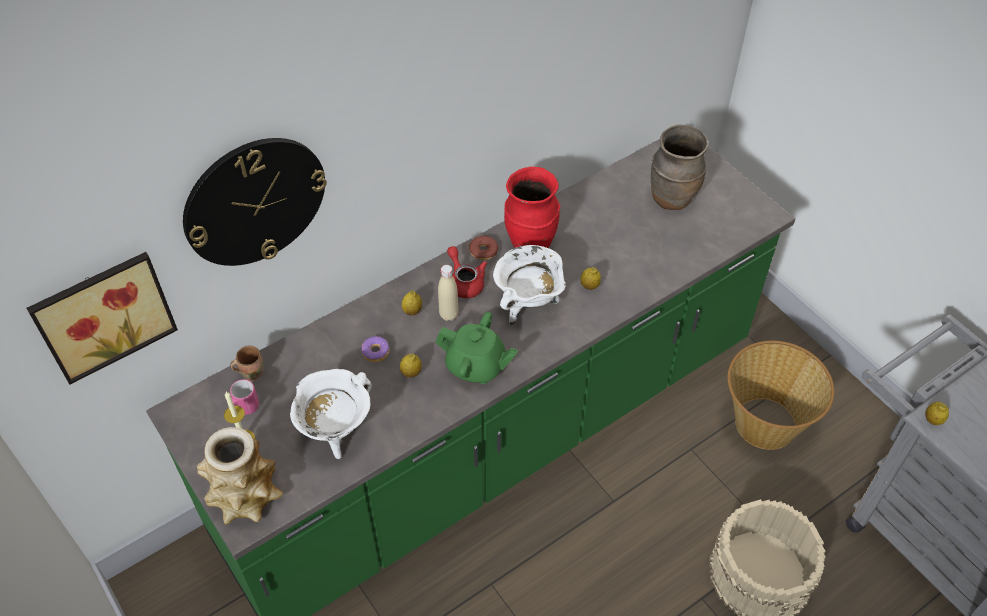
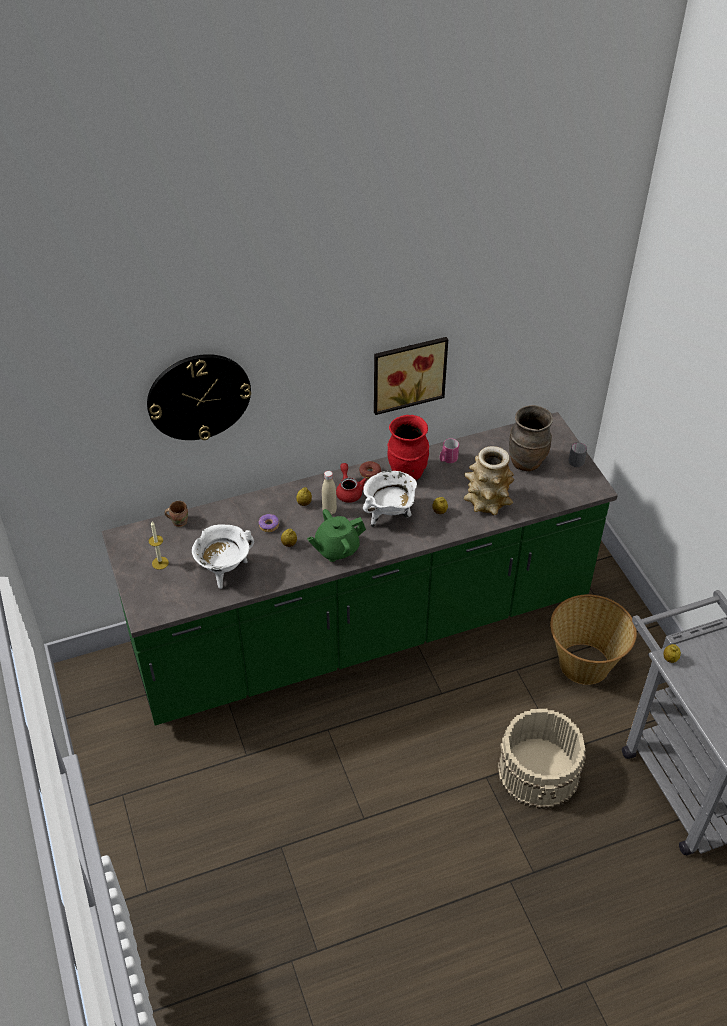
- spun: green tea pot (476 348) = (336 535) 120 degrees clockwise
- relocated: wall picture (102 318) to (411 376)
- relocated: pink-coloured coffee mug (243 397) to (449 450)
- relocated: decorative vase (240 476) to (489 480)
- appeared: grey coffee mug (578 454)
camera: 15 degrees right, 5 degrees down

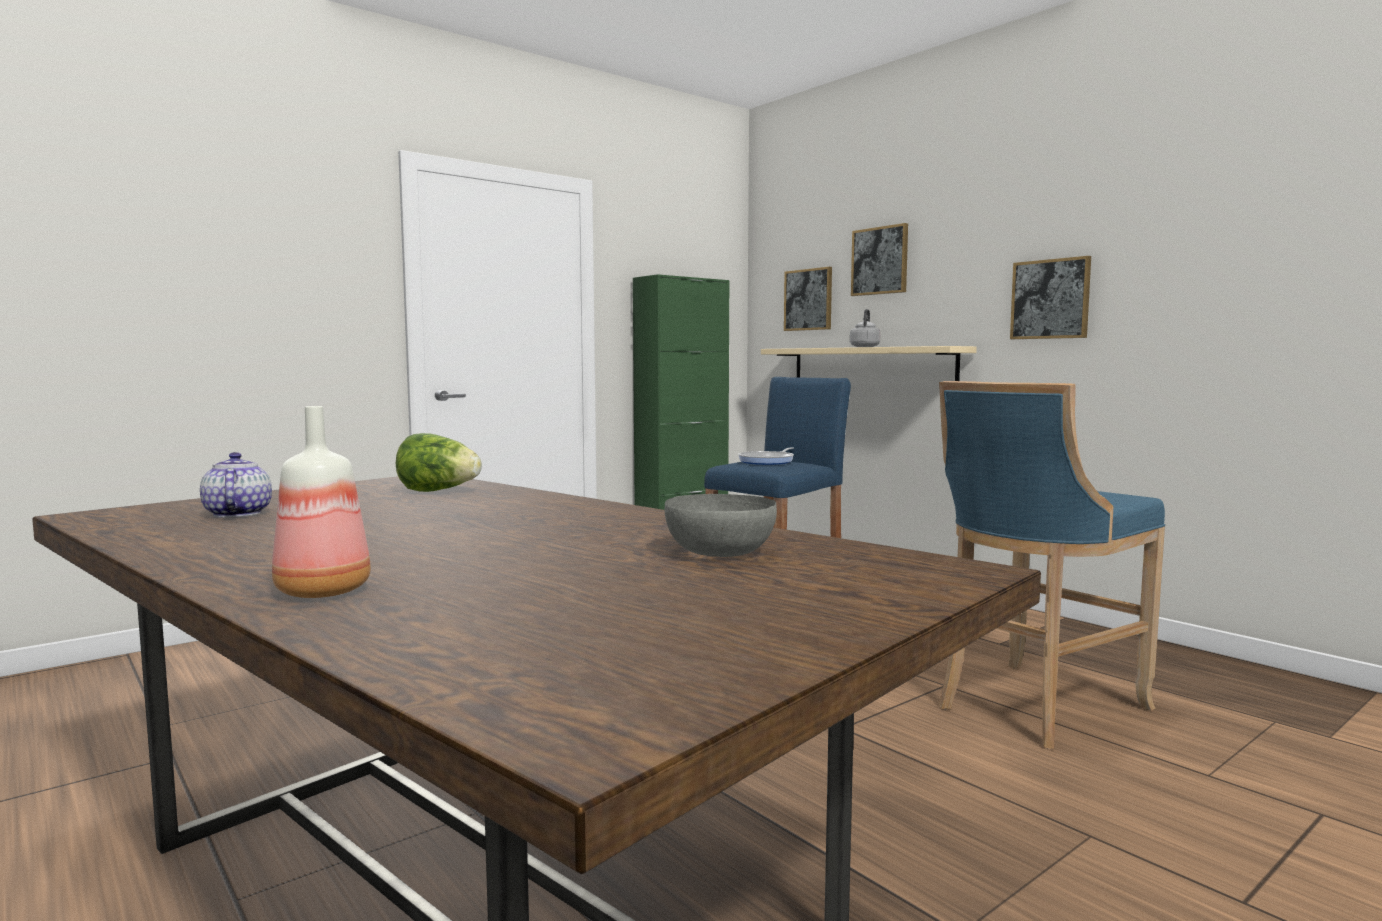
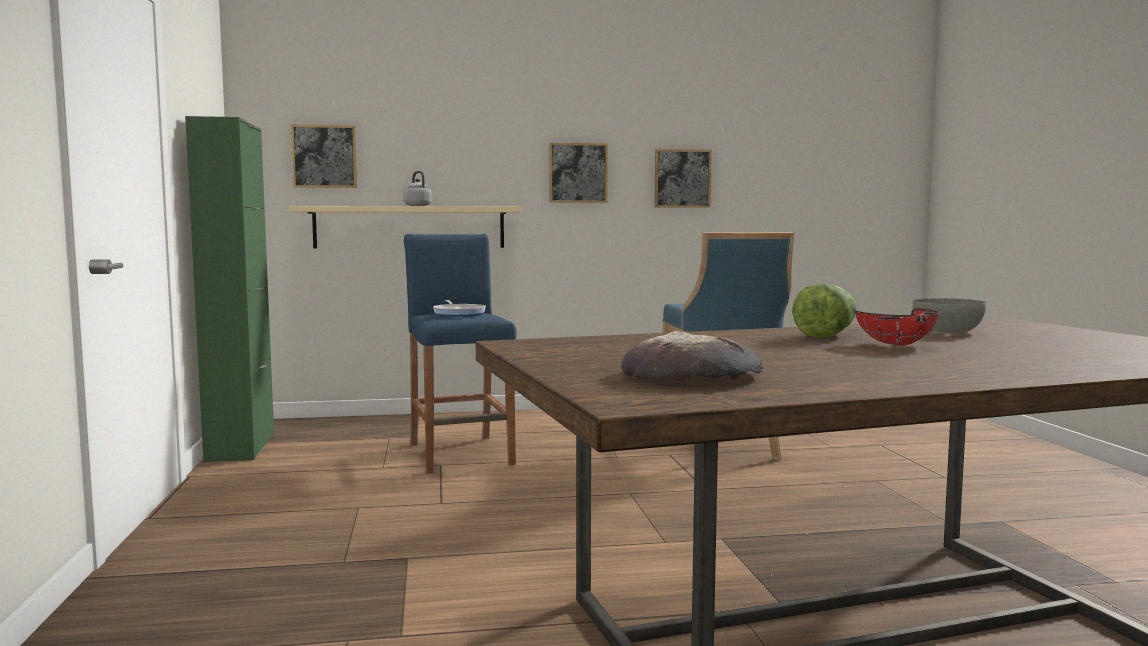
- exchanged: tea pot (236 485) to bakery bread (692 355)
- relocated: wall picture (879 259) to (683 178)
- relocated: lettuce head (439 462) to (824 310)
- appeared: reddish serving bowl (896 327)
- missing: bottle (321 502)
camera: 60 degrees left, 0 degrees up

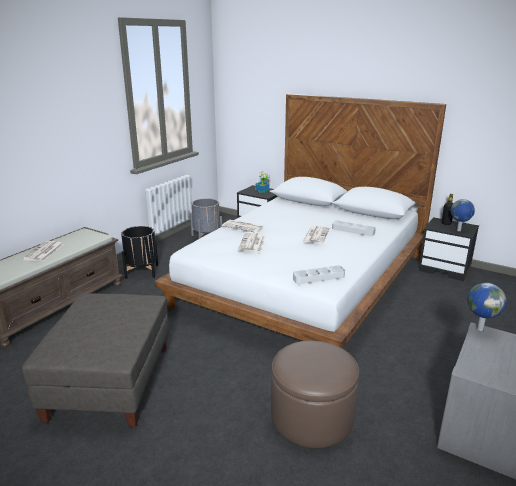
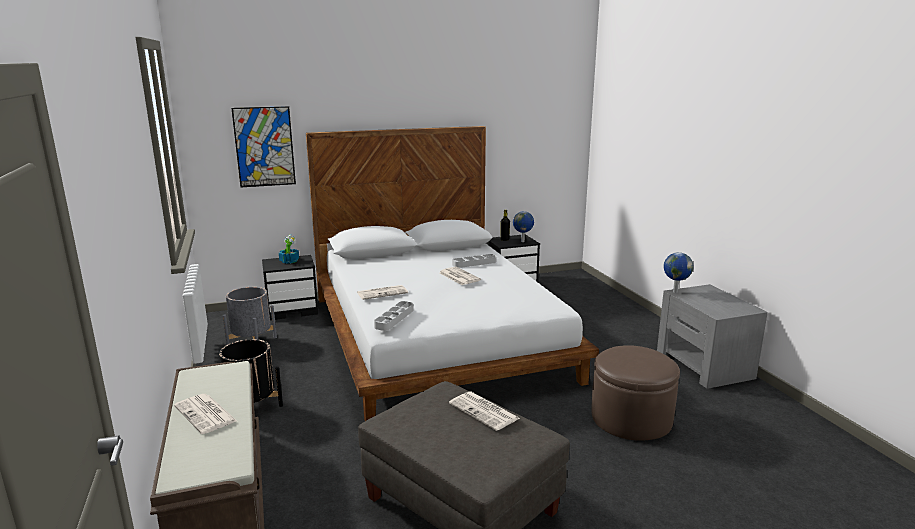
- appeared: wall picture (263 146)
- relocated: grey carrying tray (319 275) to (394 316)
- relocated: daily paper (251 242) to (484 411)
camera: 50 degrees left, 5 degrees down

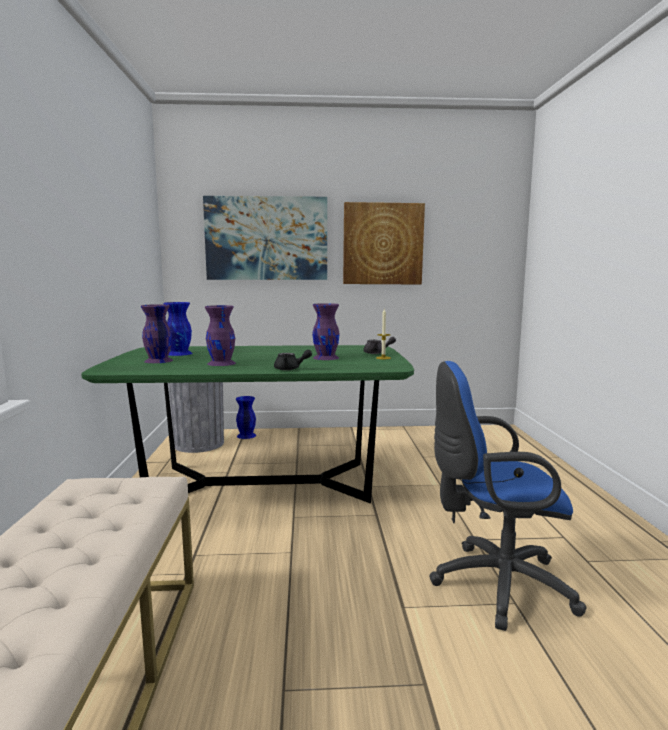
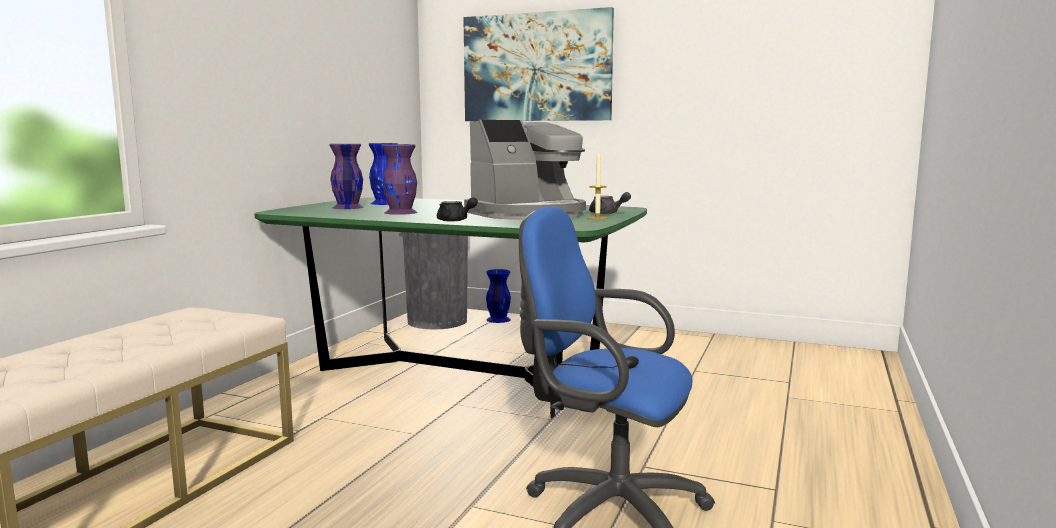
- exchanged: purple decorative vase (326 331) to coffee machine (525 170)
- missing: wall picture (384 243)
camera: 25 degrees right, 0 degrees up

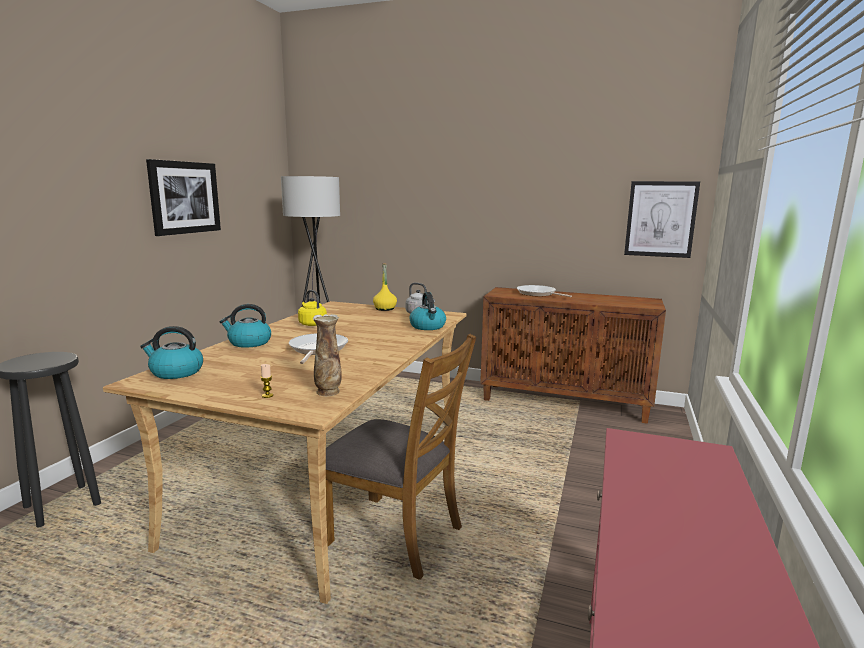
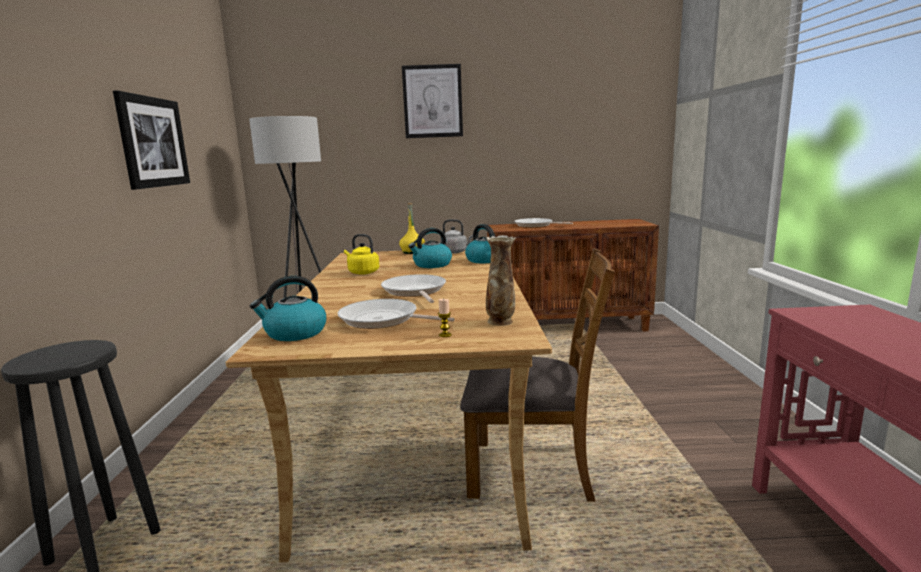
- appeared: pan (396 314)
- relocated: wall picture (662 219) to (432 101)
- relocated: water kettle (245 326) to (430 248)
camera: 20 degrees left, 0 degrees up

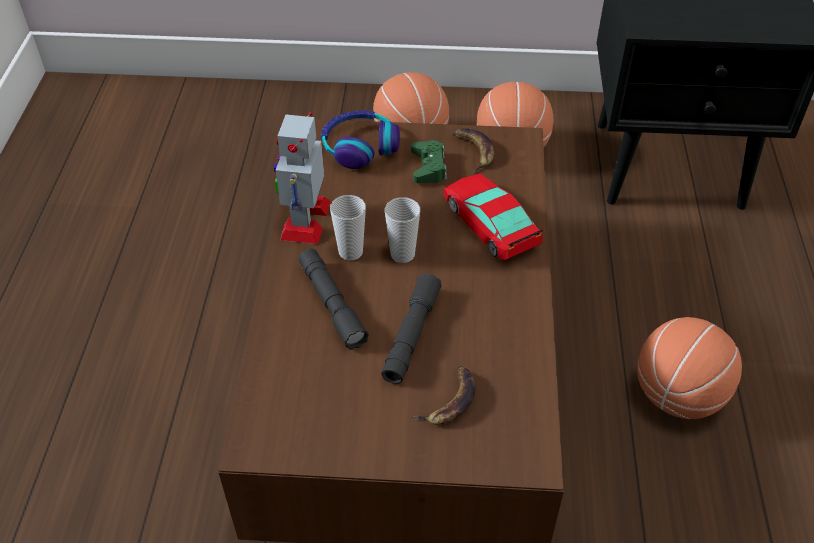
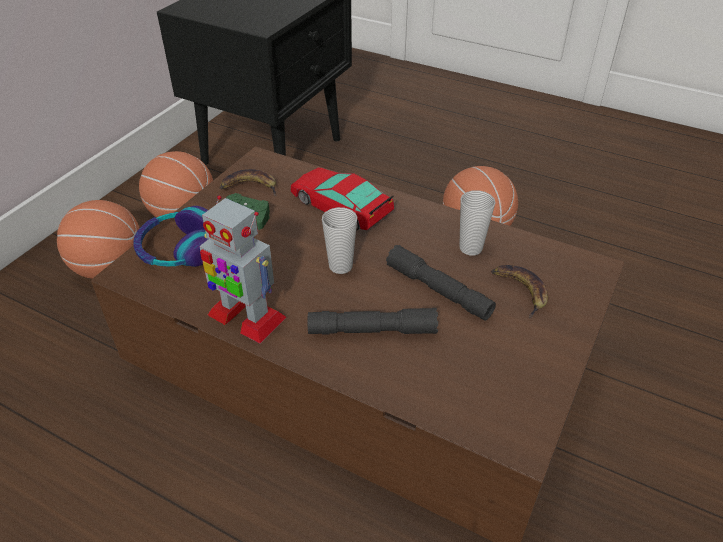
- spun: model car (493 216) = (342 199) 45 degrees clockwise
- relocated: small cup (348 228) to (477 223)
camera: 65 degrees left, 5 degrees down

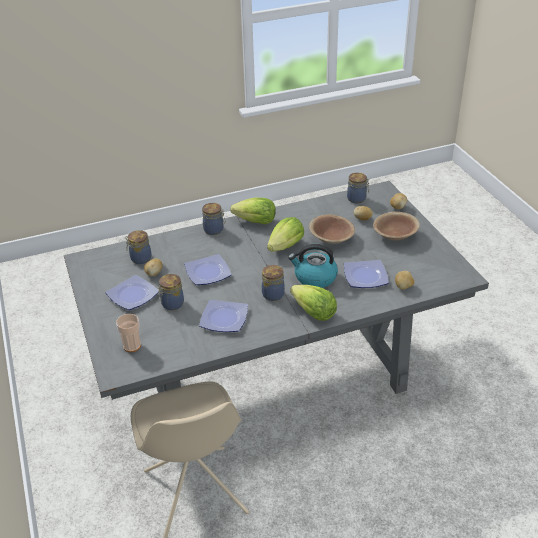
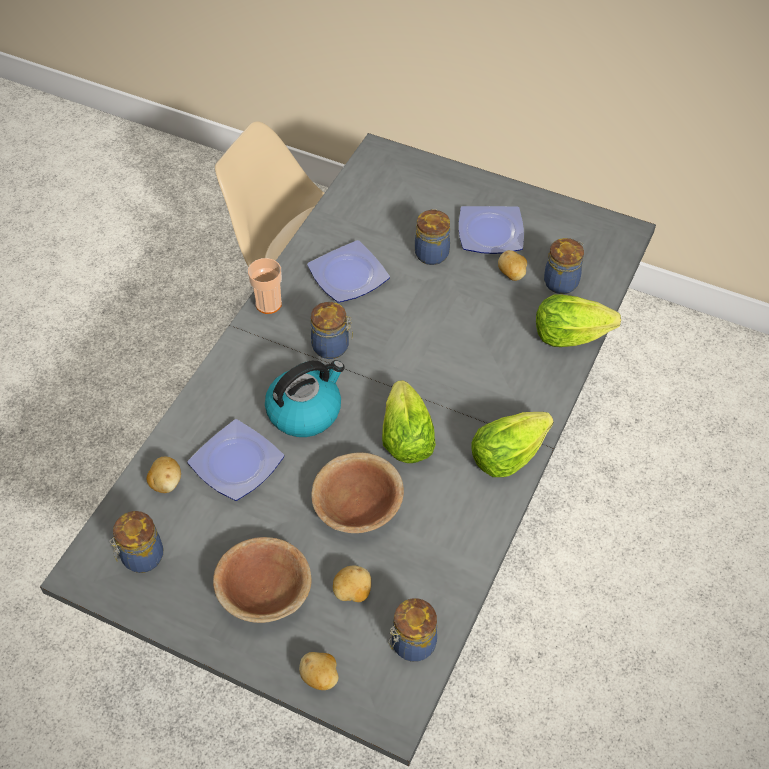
- relocated: preserve jar (213 219) to (136 542)
- relocated: small cup (128 333) to (265 286)
- relocated: lettuce head (313 303) to (578 321)
- missing: flat dish (208 269)
camera: 135 degrees right, 15 degrees up

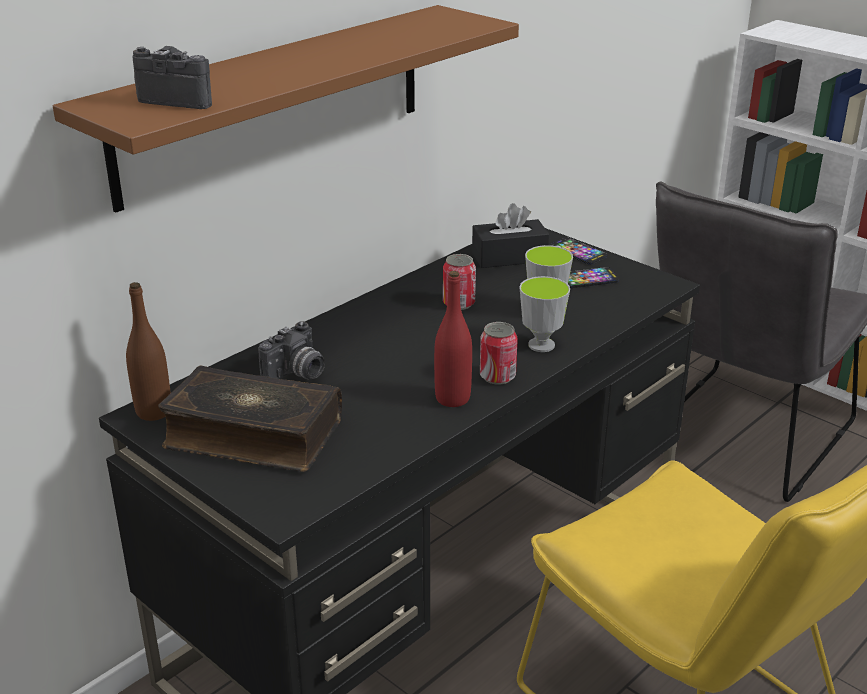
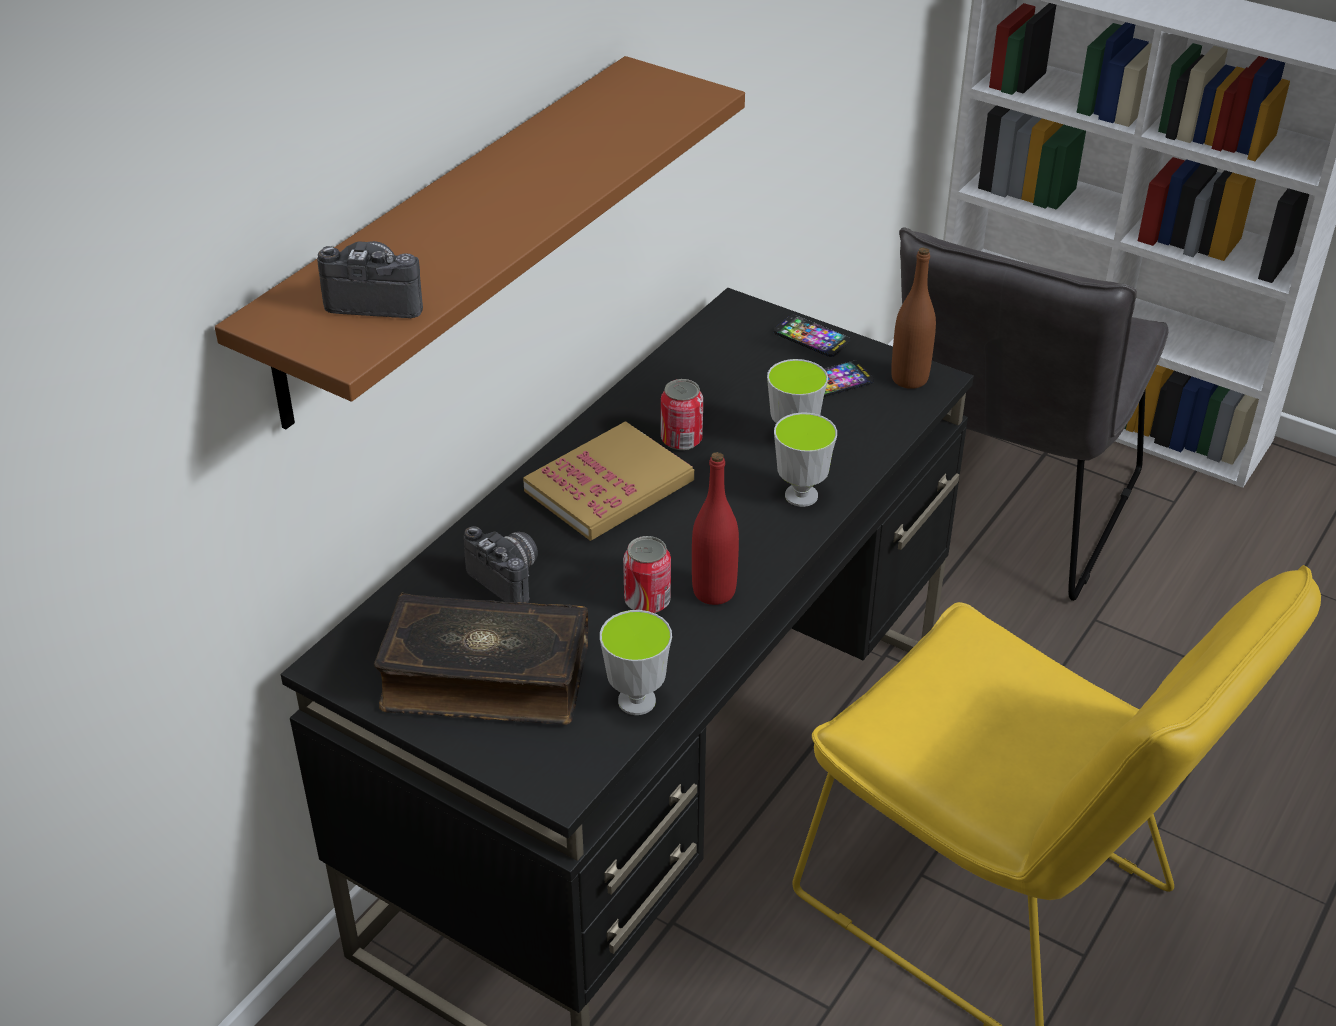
- spun: still camera (291 350) = (501 564) 75 degrees counterclockwise
- appeared: bound book (608 481)
- appeared: small cup (636 662)
- relocated: can (499 353) to (647 574)
- relocated: brown-coloured bottle (148 351) to (913 318)
- missing: black-coloured tissue holder (510 235)
camera: 10 degrees left, 10 degrees up

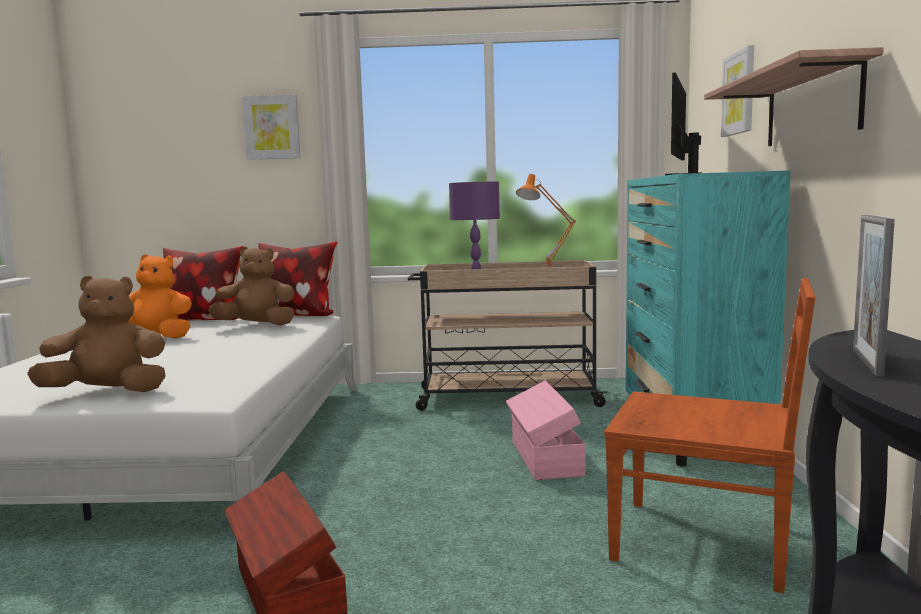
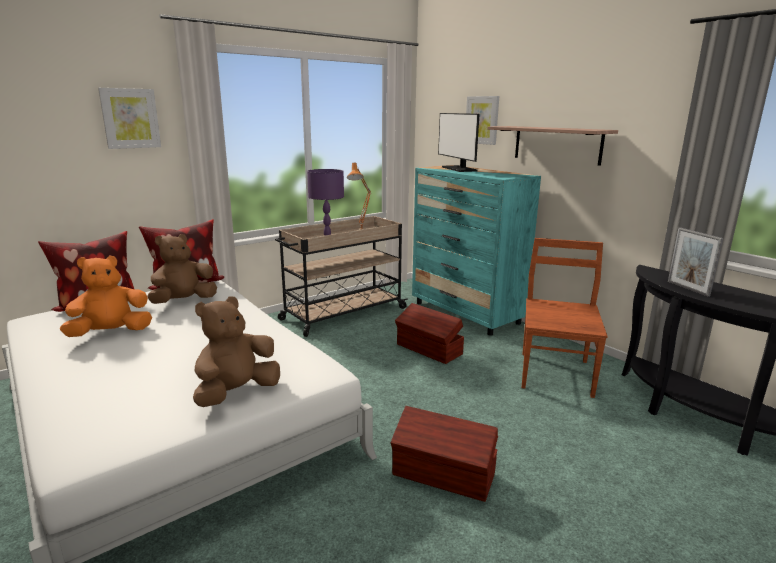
- colour: pink-coloured storage container (546 430) to brown-coloured storage container (429 333)
- spun: brown-coloured upright chair (709 435) = (565 318) 60 degrees counterclockwise
camera: 40 degrees left, 10 degrees up

